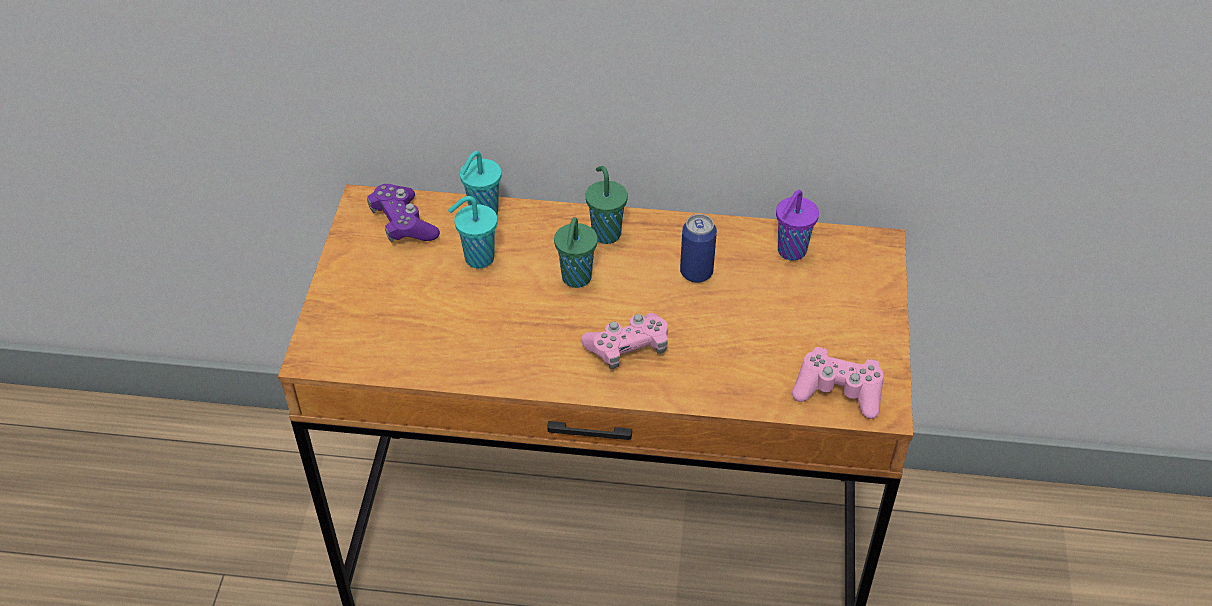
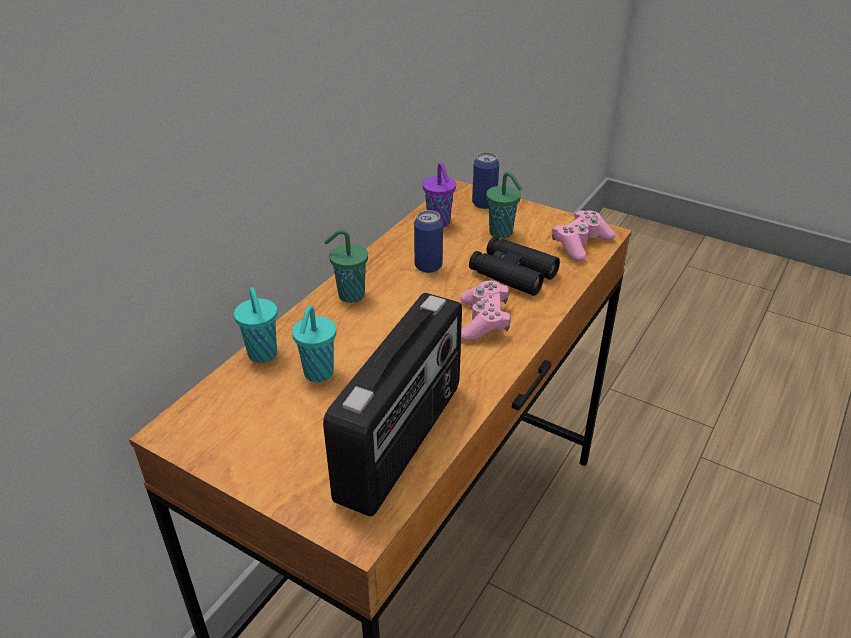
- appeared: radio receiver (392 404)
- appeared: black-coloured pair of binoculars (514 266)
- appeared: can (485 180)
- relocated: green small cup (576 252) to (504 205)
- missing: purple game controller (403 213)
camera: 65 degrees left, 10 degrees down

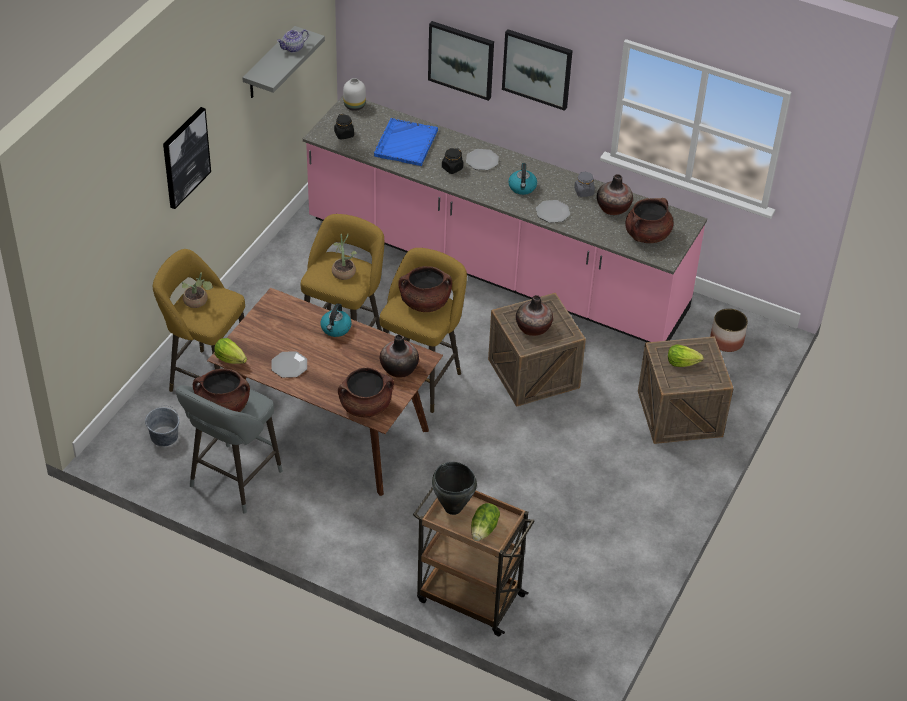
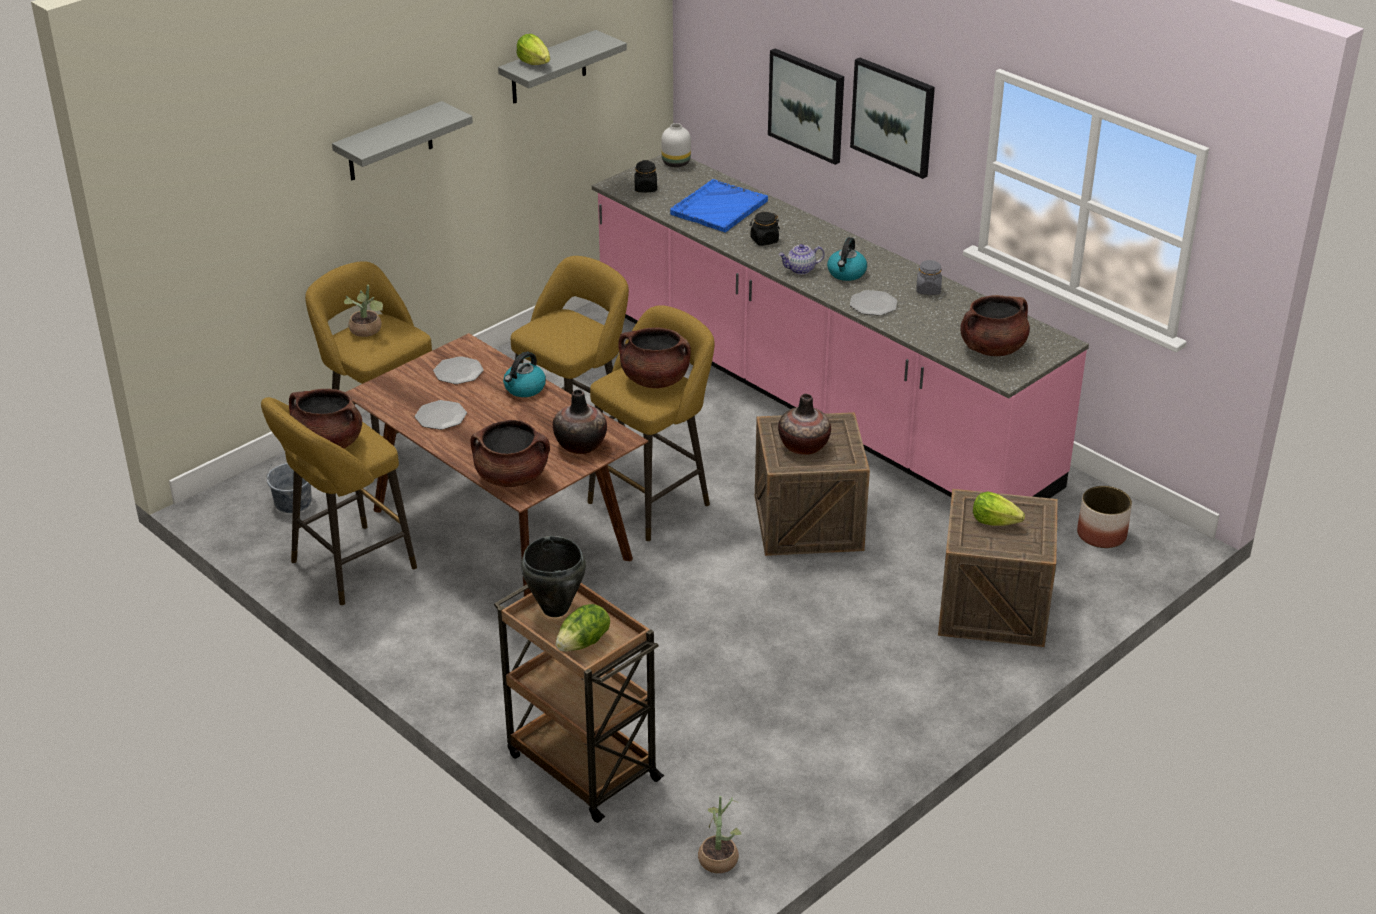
- colour: grey stool seat (229 449) to yellow-coloured stool seat (339 501)
- exchanged: wall picture (187 158) to grey bracket shelf (402 140)
- relocated: flat dish (482 159) to (458 370)
- relocated: lettuce head (230 351) to (533 49)
- relocated: houseplant (344 256) to (719 834)
- relocated: tea pot (293 41) to (802 259)
- missing: decorative vase (615 194)
camera: 20 degrees right, 10 degrees down

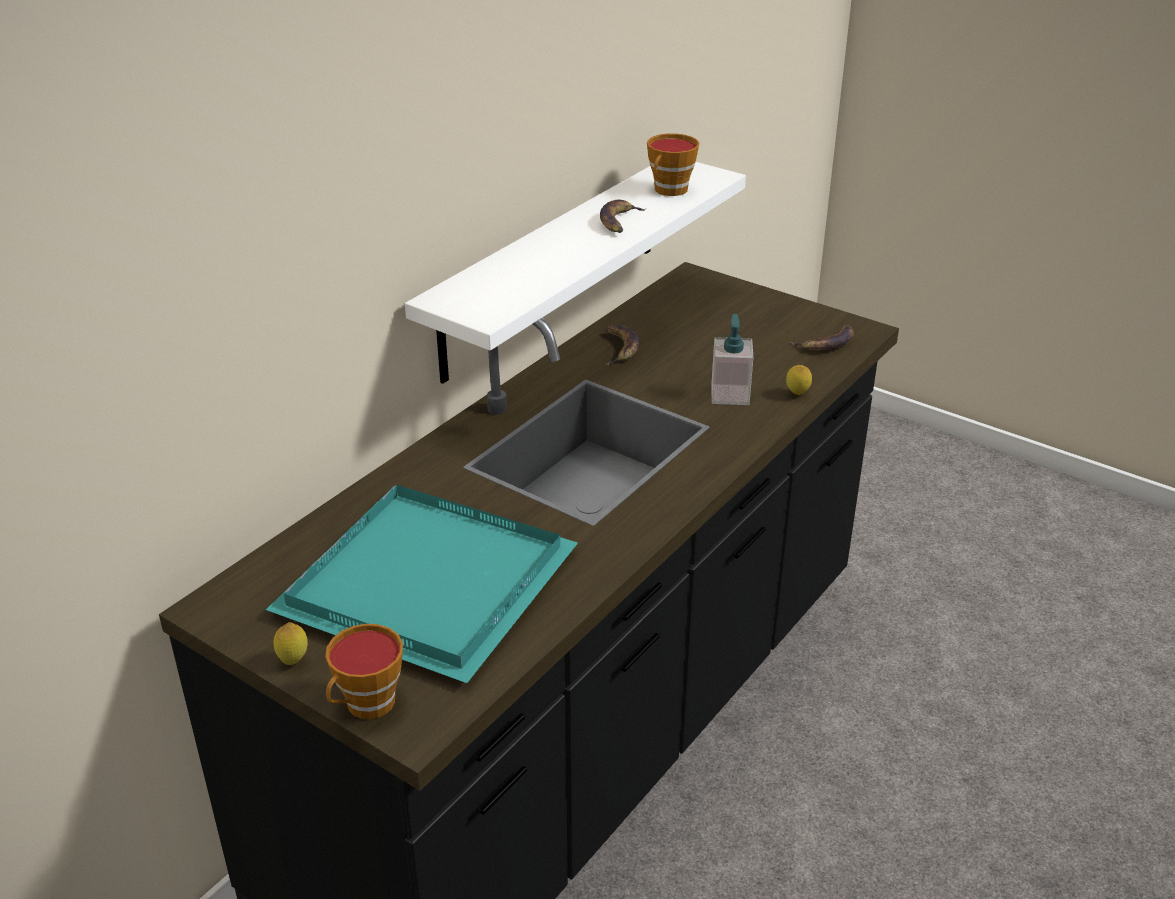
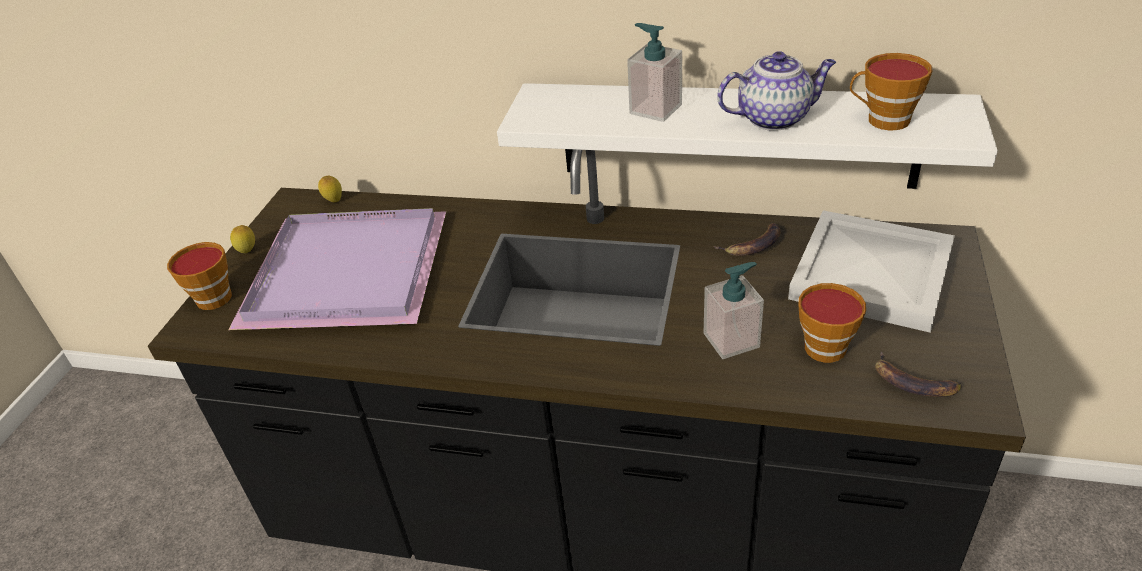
- colour: turquoise-coloured carrying tray (422 584) to purple carrying tray (337 269)
- relocated: lemon (799 380) to (330 189)
- appeared: liquid soap bottle (654 72)
- exchanged: banana fruit (623 216) to tea pot (776 91)
- appeared: whitish carrying tray (871 271)
- appeared: small cup (832 323)
camera: 70 degrees right, 5 degrees up

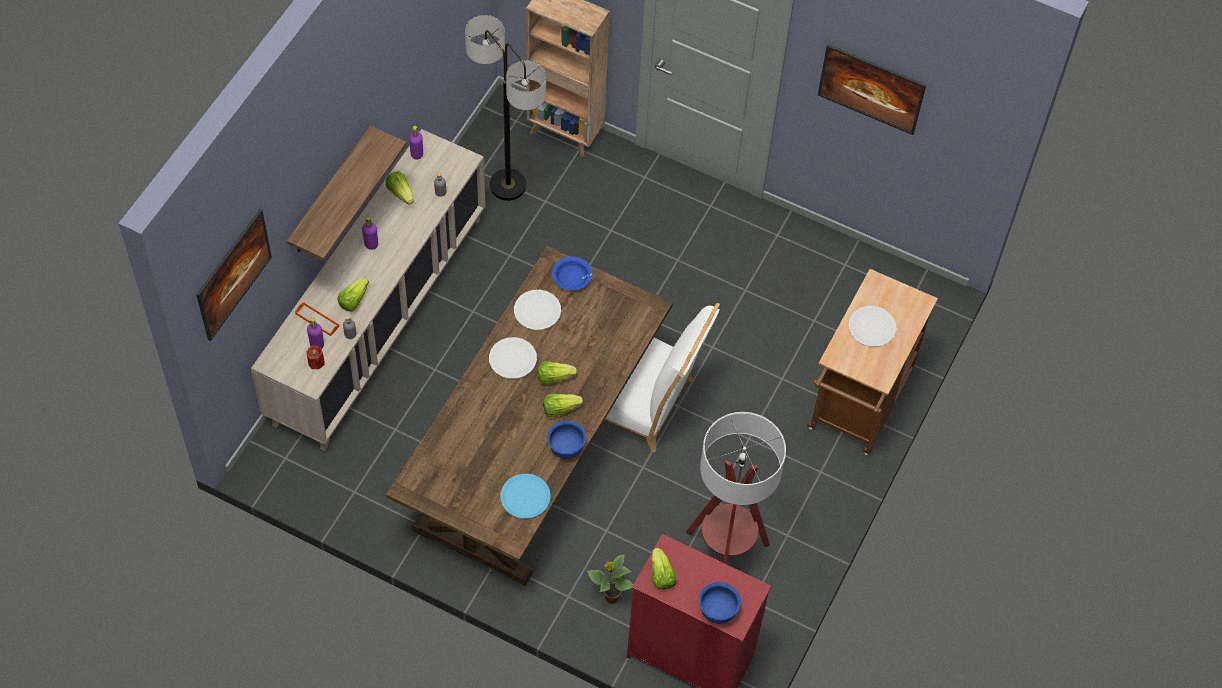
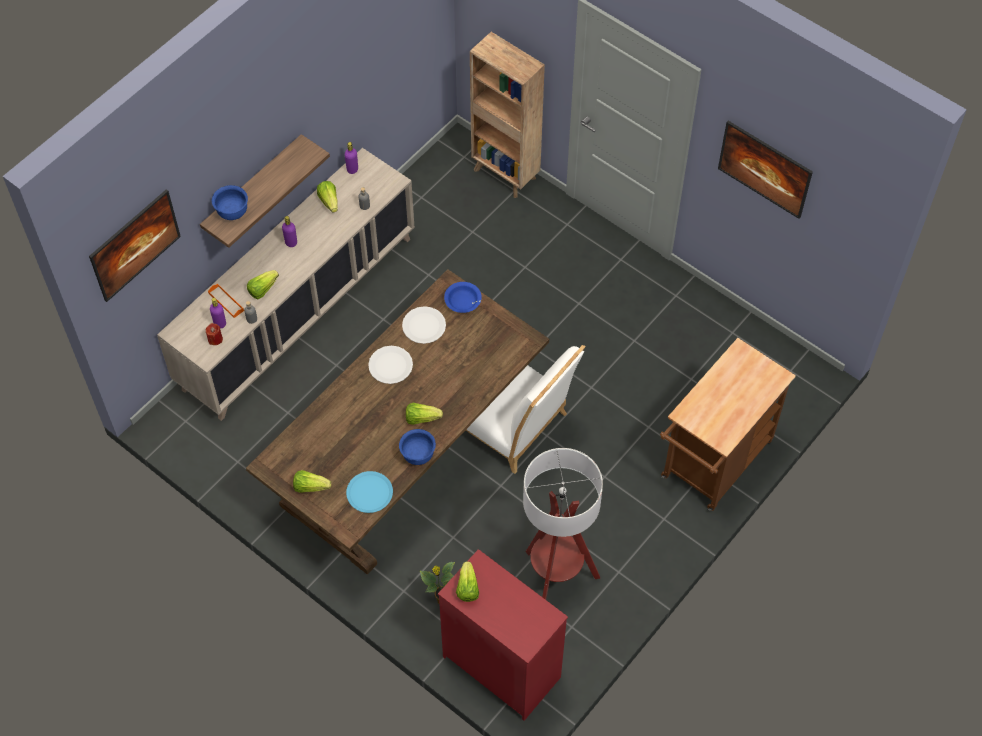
- relocated: blue serving bowl (720 603) to (230 202)
- relocated: lettuce head (557 373) to (312 481)
- missing: floor lamp (505 108)
- missing: whitish flat dish (873 326)
camera: 15 degrees right, 0 degrees up

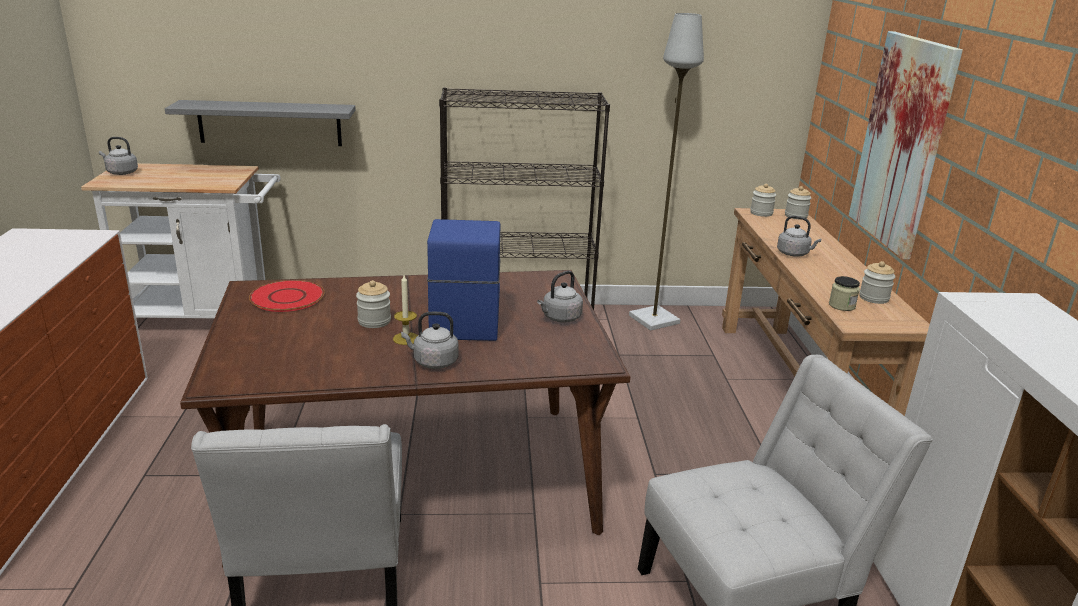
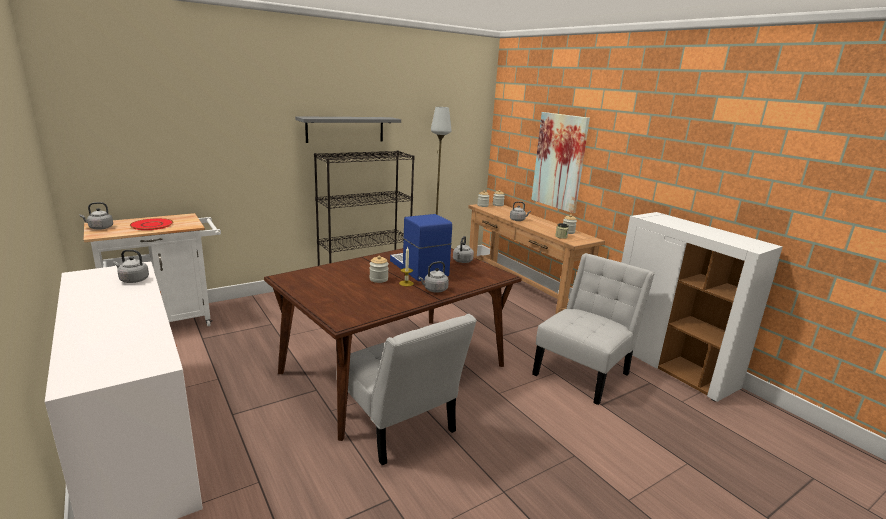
- appeared: grey water kettle (131 266)
- relocated: reddish flat dish (286 296) to (151 224)
- relocated: grey bracket shelf (260 123) to (348 129)
camera: 30 degrees left, 5 degrees down

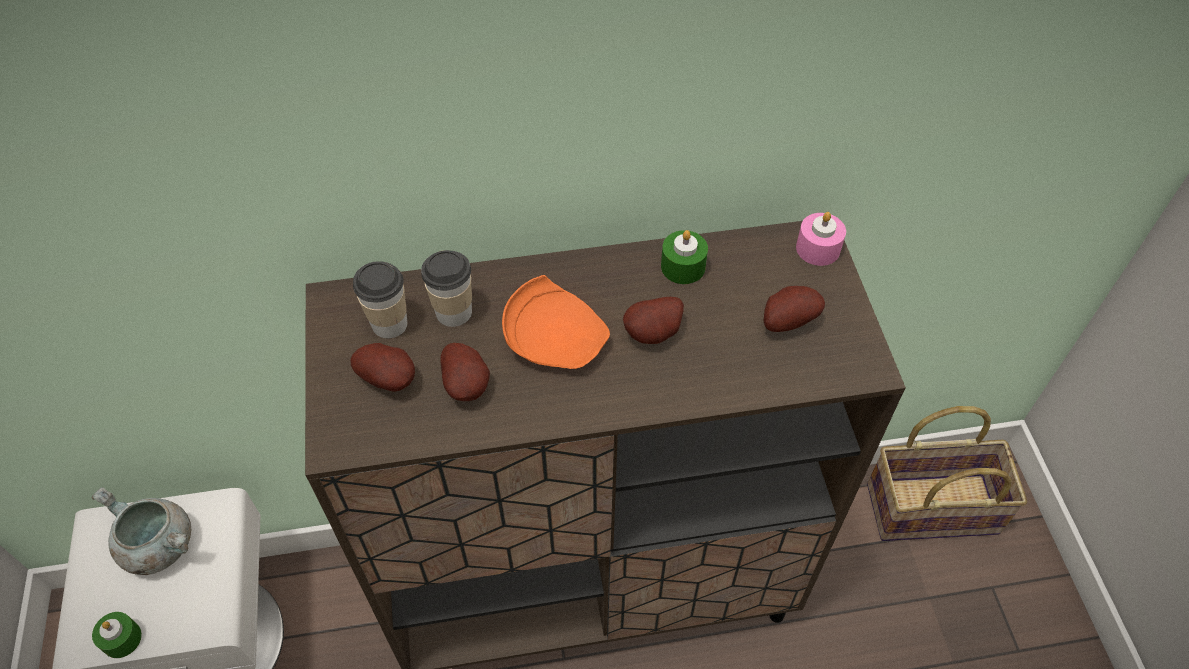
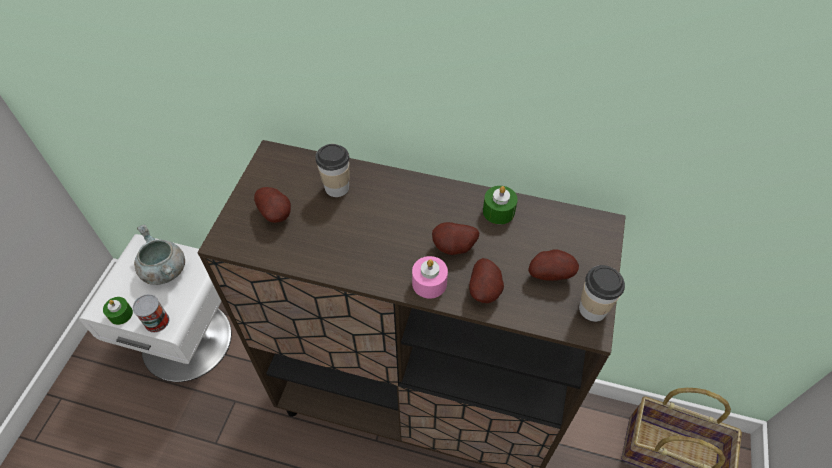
- appeared: can (151 313)
- relocated: pink-coloured candle (821 239) to (430 277)
- relocated: whole potato (465 372) to (486 280)
- relocated: small cup (380 299) to (602 293)
- missing: orange-coloured flat dish (556 322)
camera: 25 degrees right, 0 degrees up

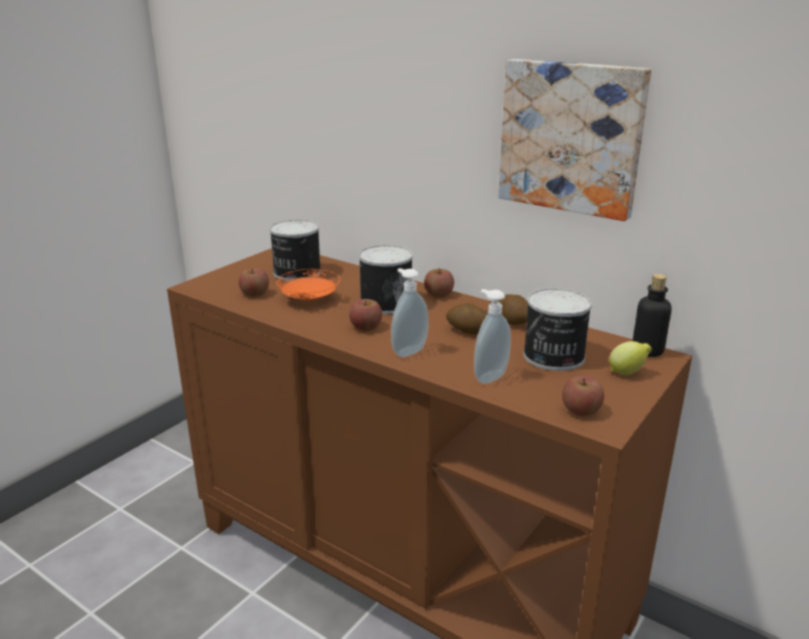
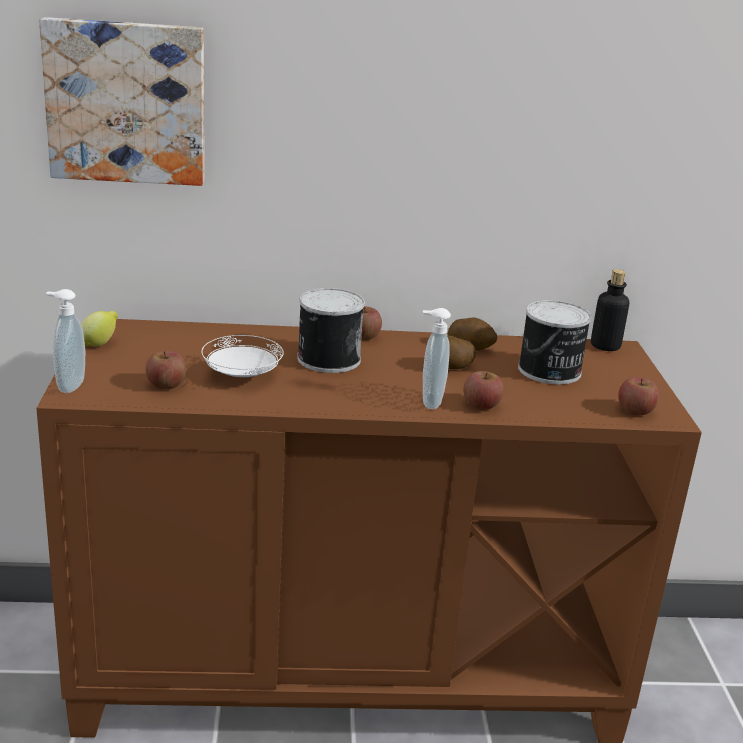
- relocated: wall picture (574 140) to (121 101)
- relocated: liquid soap bottle (492 336) to (65 341)
- relocated: lemon (630 358) to (99 329)
- colour: orange-coloured flat dish (308 284) to whitish flat dish (242 356)
- relocated: whole apple (365 315) to (483 390)
- missing: can (295 250)
camera: 40 degrees left, 0 degrees up

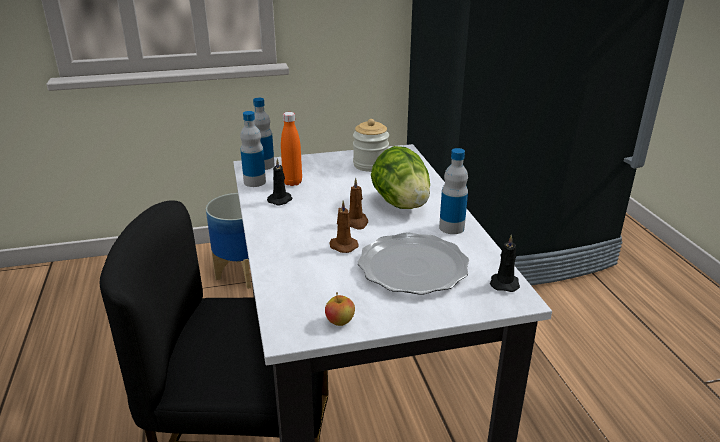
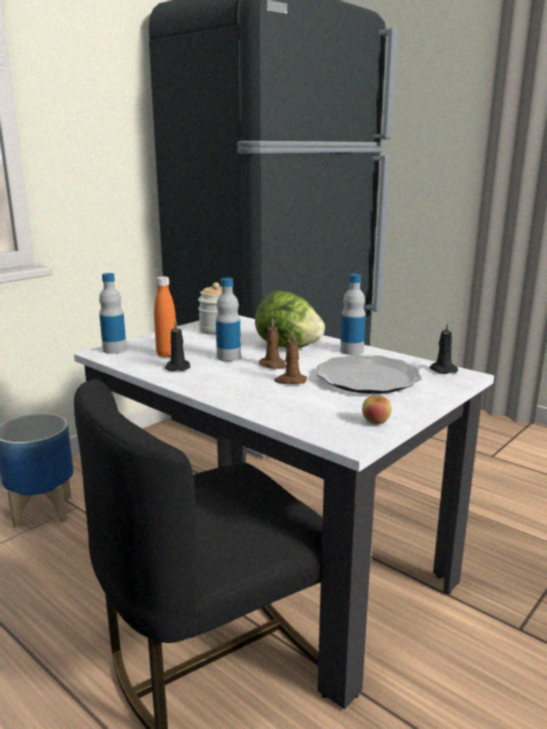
- relocated: bottle (253 149) to (228 319)
camera: 35 degrees left, 10 degrees down

